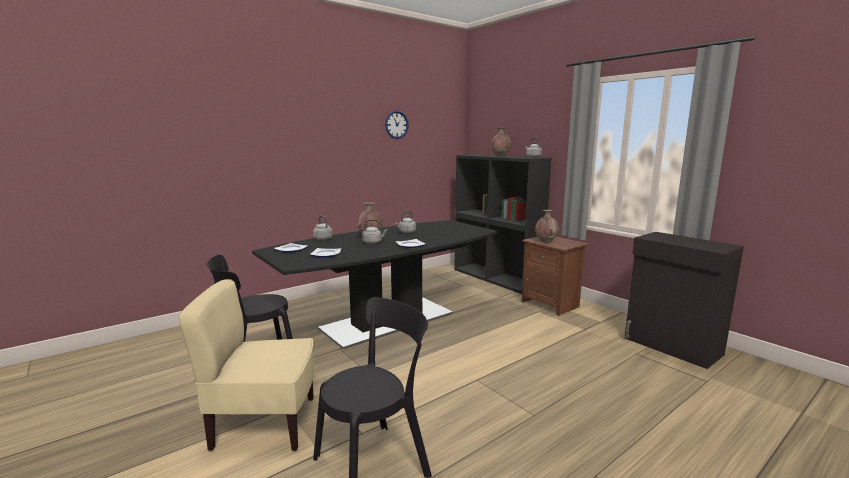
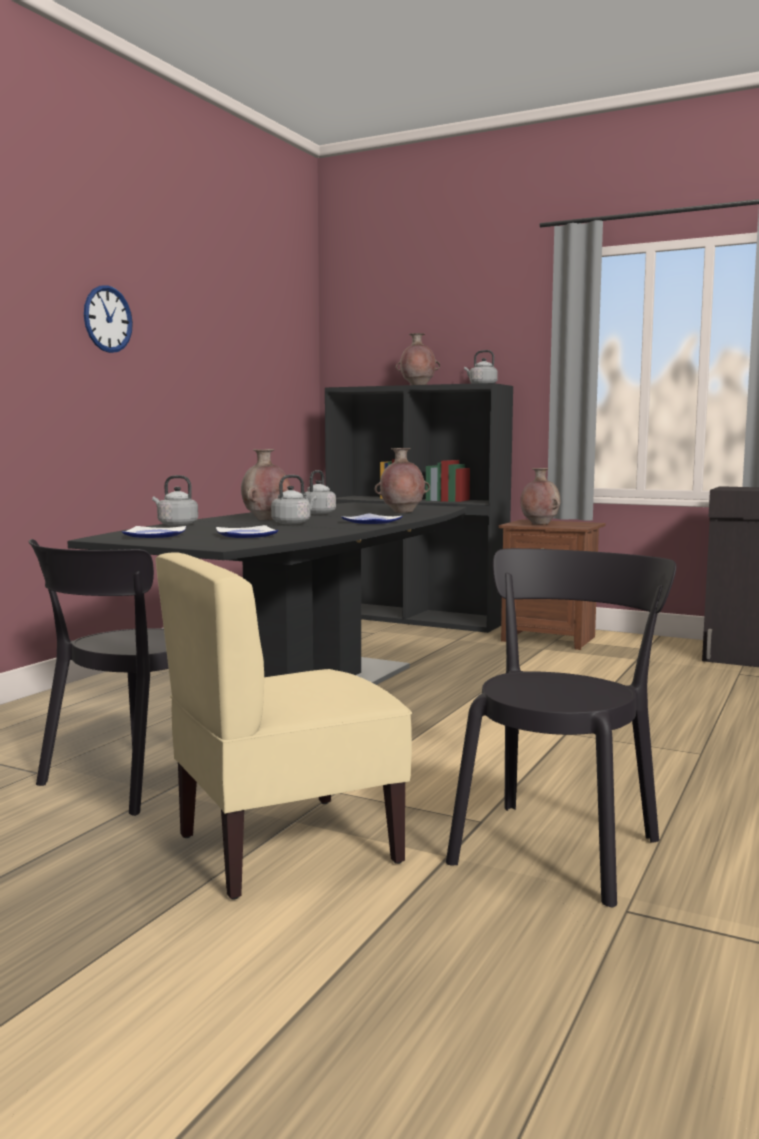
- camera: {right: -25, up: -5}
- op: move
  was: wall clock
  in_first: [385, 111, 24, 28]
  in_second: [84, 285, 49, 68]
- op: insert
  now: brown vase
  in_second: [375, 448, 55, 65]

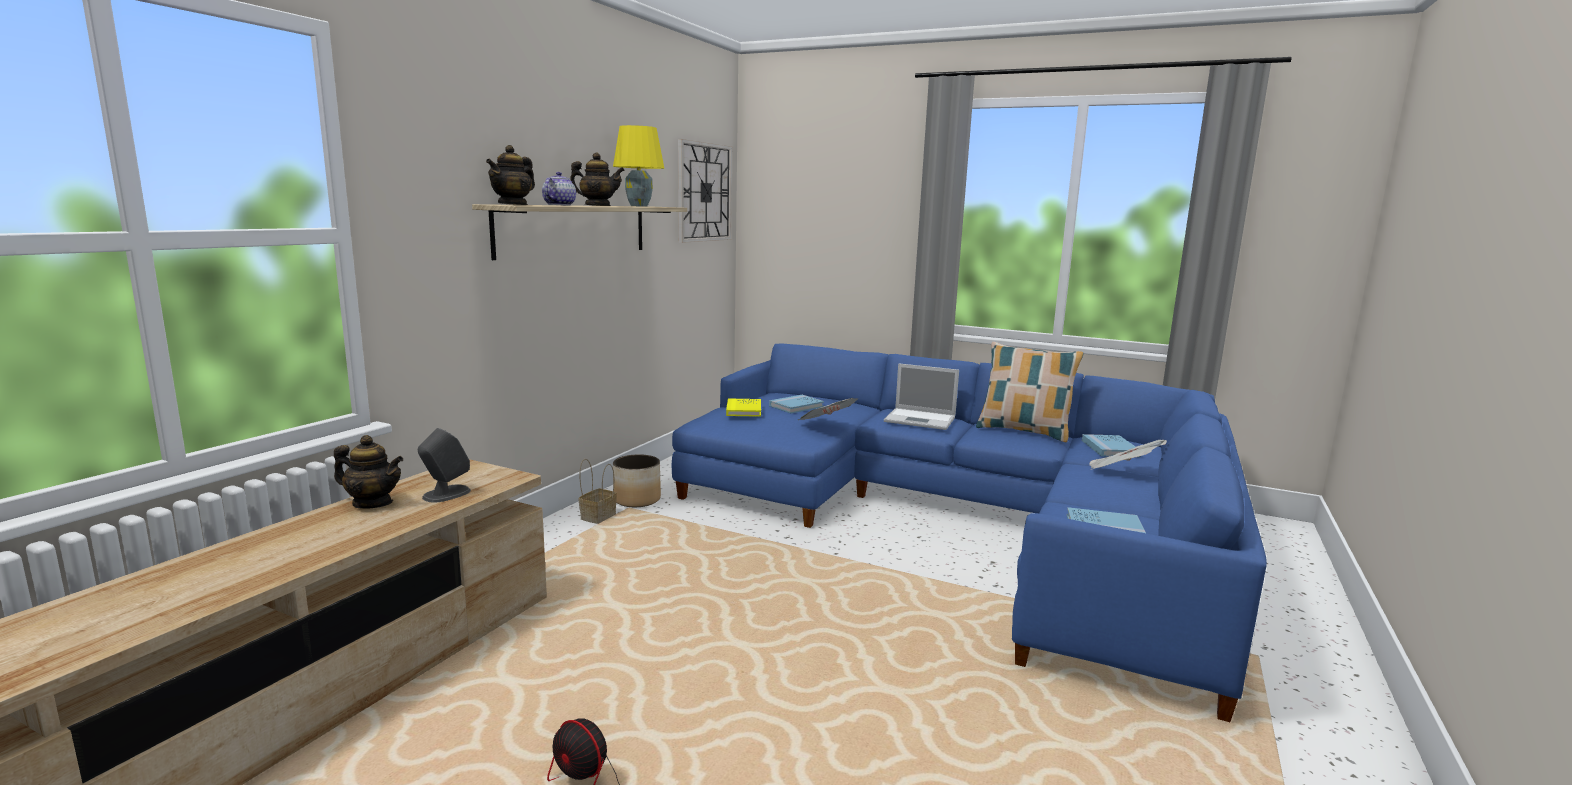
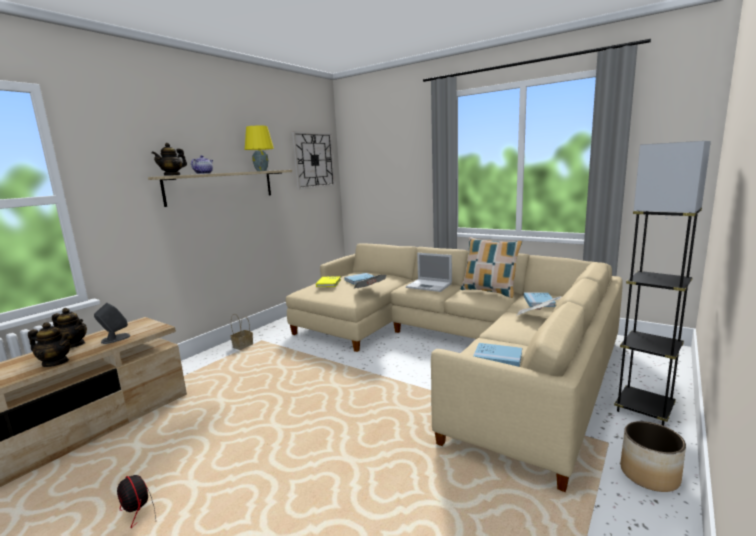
- camera: {right: 10, up: 0}
- op: move
  was: teapot
  in_first: [570, 152, 55, 54]
  in_second: [28, 322, 43, 45]
- op: recolor
  was: blue sofa
  now: beige sofa
  in_first: [672, 344, 595, 378]
  in_second: [286, 243, 336, 249]
- op: insert
  now: grey floor lamp
  in_second: [614, 141, 97, 285]
- op: move
  was: planter
  in_first: [613, 454, 48, 53]
  in_second: [621, 421, 65, 71]

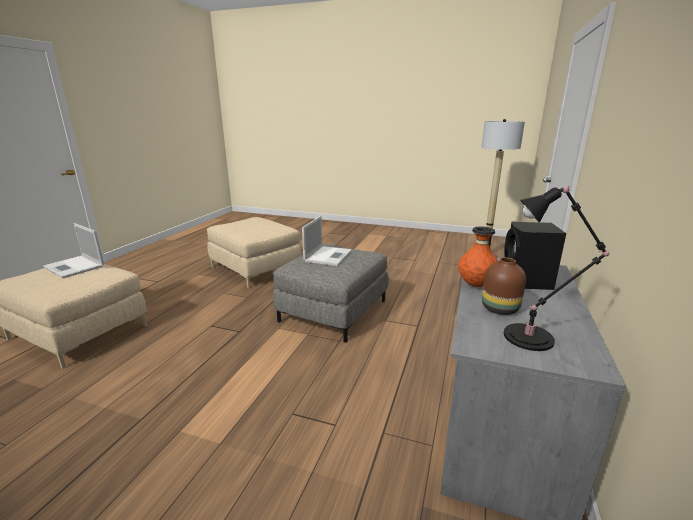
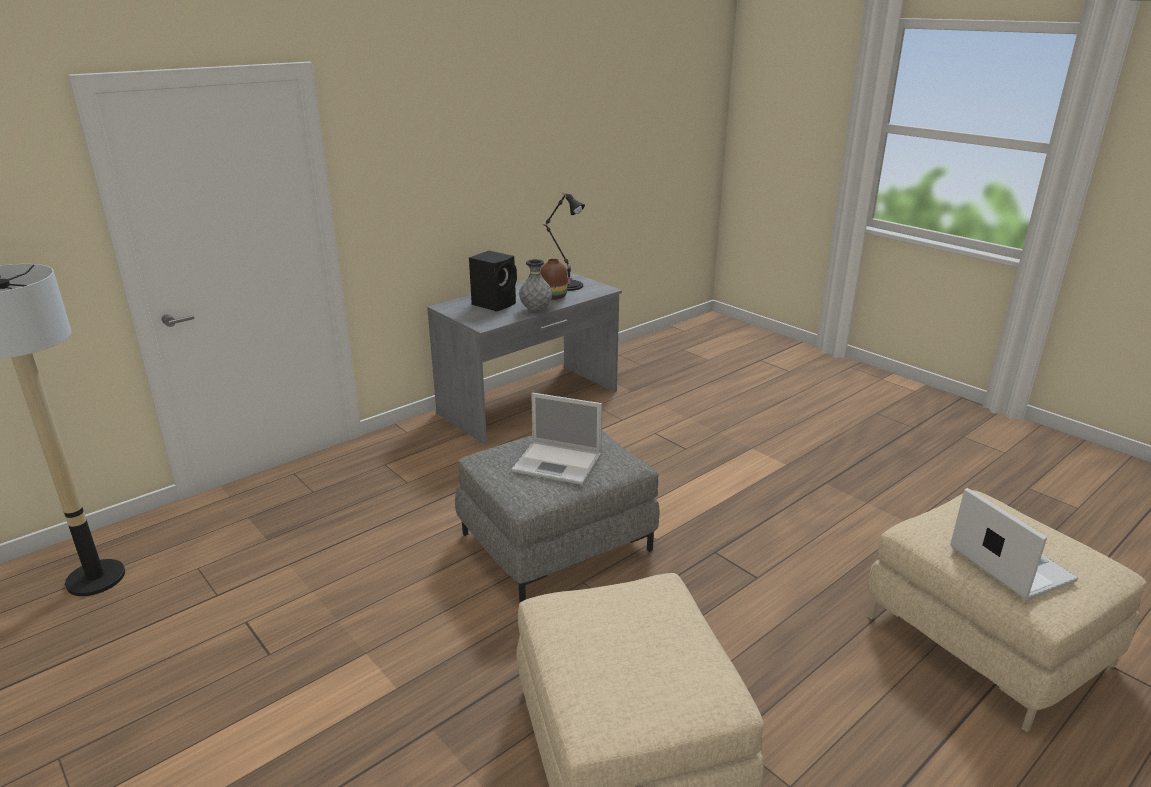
- camera: {right: -150, up: 5}
- op: rotate
  was: laptop
  in_first: [302, 216, 50, 50]
  in_second: [511, 393, 91, 92]
  clockwise: -120
- op: recolor
  was: orange vase
  now: grey vase
  in_first: [459, 226, 39, 61]
  in_second: [519, 259, 33, 52]

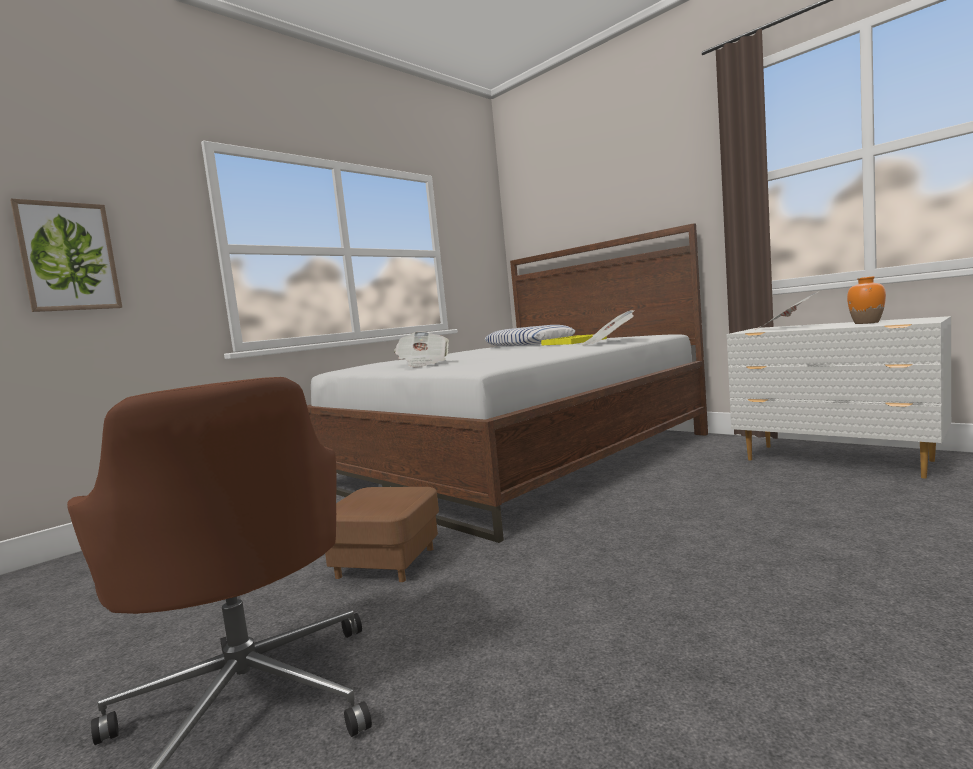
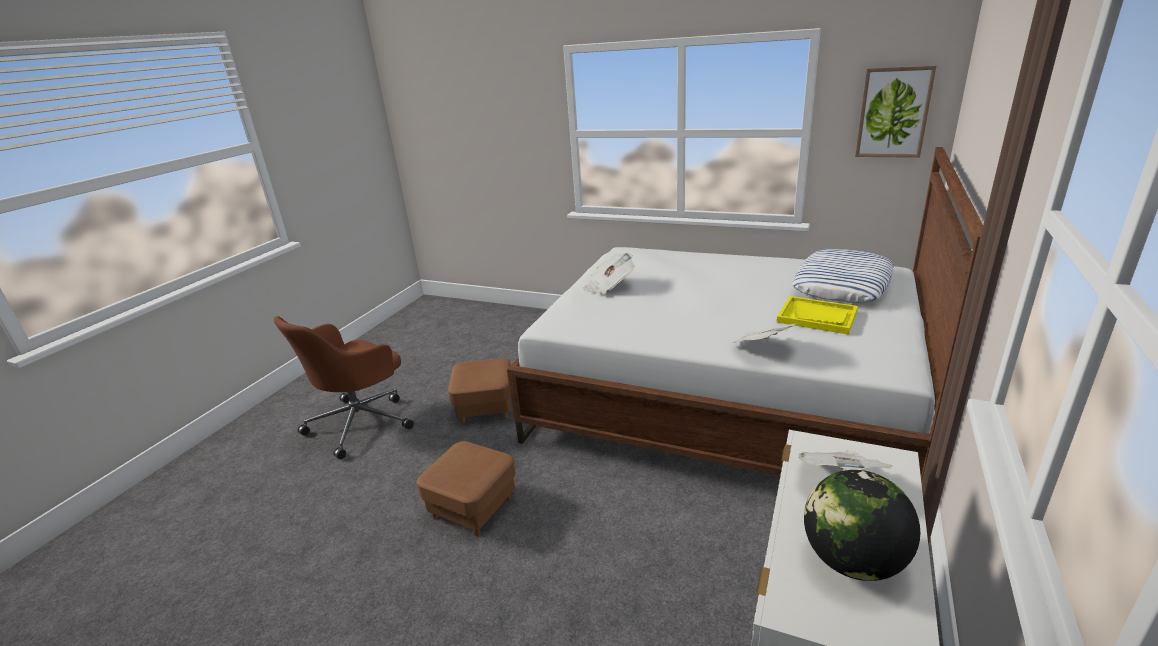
- camera: {right: 70, up: 20}
- op: insert
  now: brown ottoman
  in_second: [417, 441, 98, 95]
- op: replace
  was: orange vase
  now: globe
  in_first: [847, 276, 39, 48]
  in_second: [804, 470, 116, 111]
- op: move
  was: picture
  in_first: [10, 199, 112, 113]
  in_second: [855, 65, 81, 93]

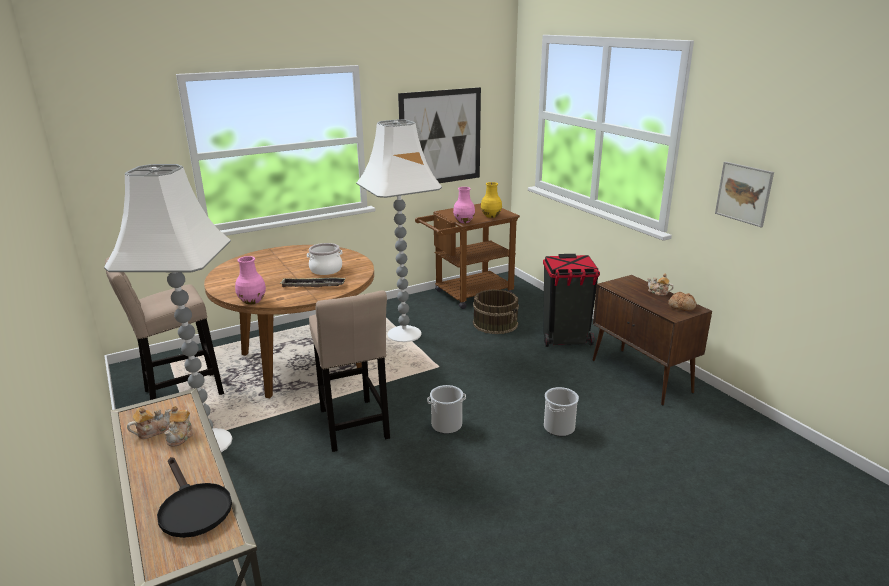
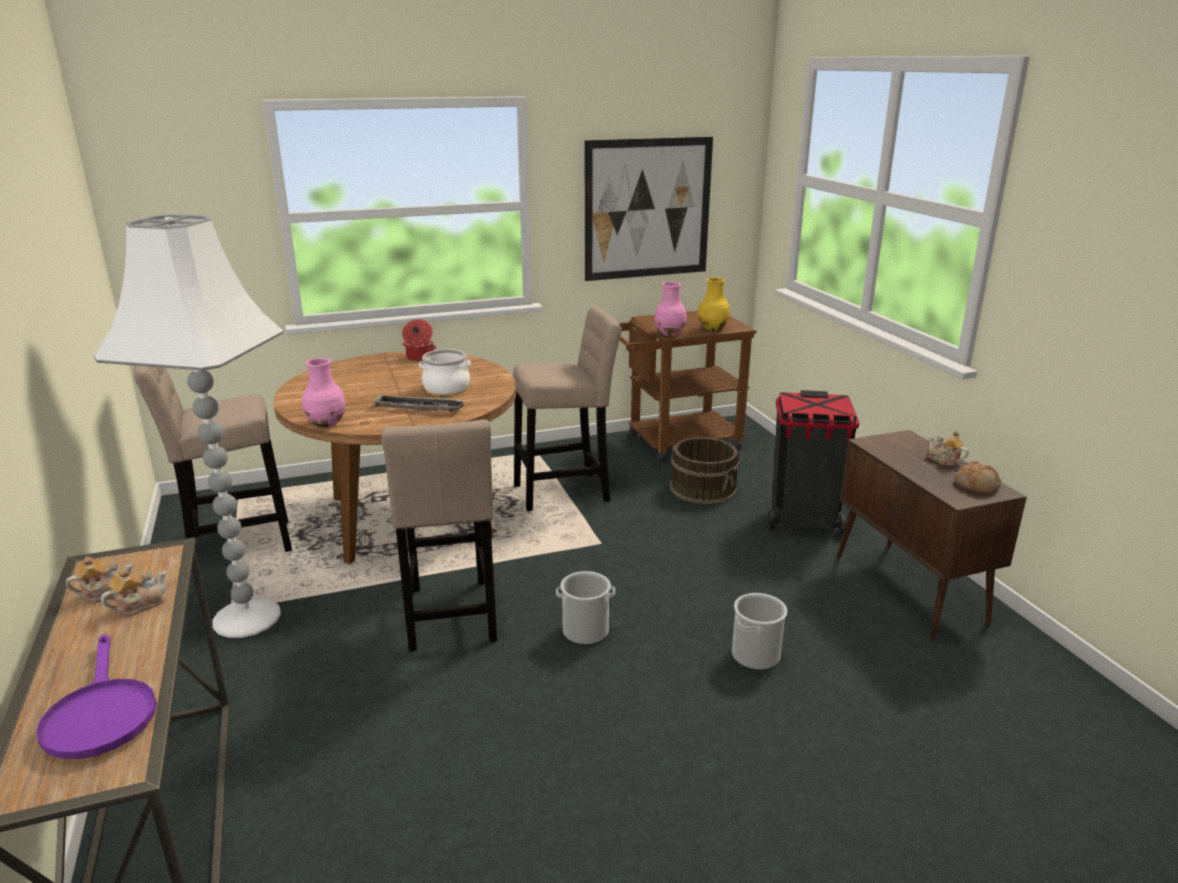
- camera: {right: 10, up: 0}
- op: recolor
  was: black frying pan
  now: purple frying pan
  in_first: [157, 457, 75, 81]
  in_second: [36, 634, 121, 125]
- op: rotate
  was: teapot
  in_first: [164, 406, 29, 41]
  in_second: [101, 569, 66, 48]
  clockwise: -150
- op: insert
  now: cooking pot
  in_second: [402, 319, 35, 42]
- op: replace
  was: white floor lamp
  now: beige stool
  in_first: [356, 119, 86, 223]
  in_second: [513, 306, 109, 205]
- op: delete
  was: picture
  in_first: [715, 161, 59, 66]

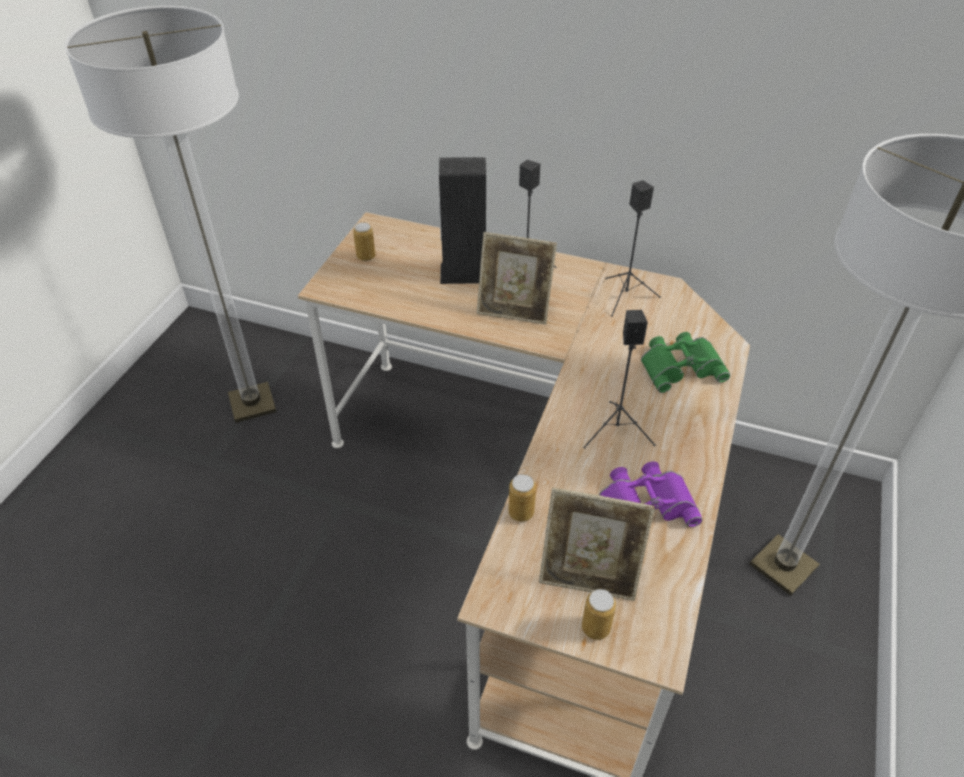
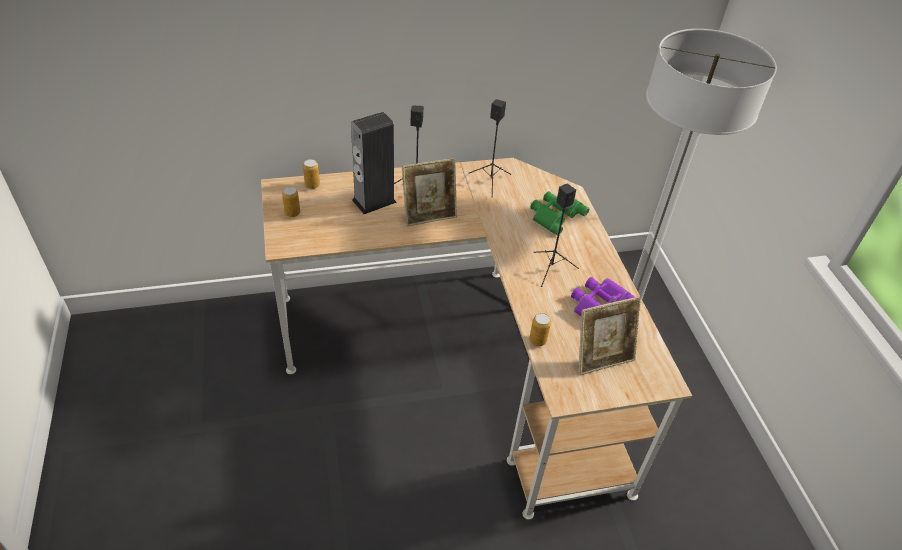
- camera: {right: -35, up: 0}
- op: move
  was: can
  in_first: [582, 589, 34, 51]
  in_second: [303, 159, 17, 30]
- op: delete
  was: floor lamp
  in_first: [65, 6, 212, 417]

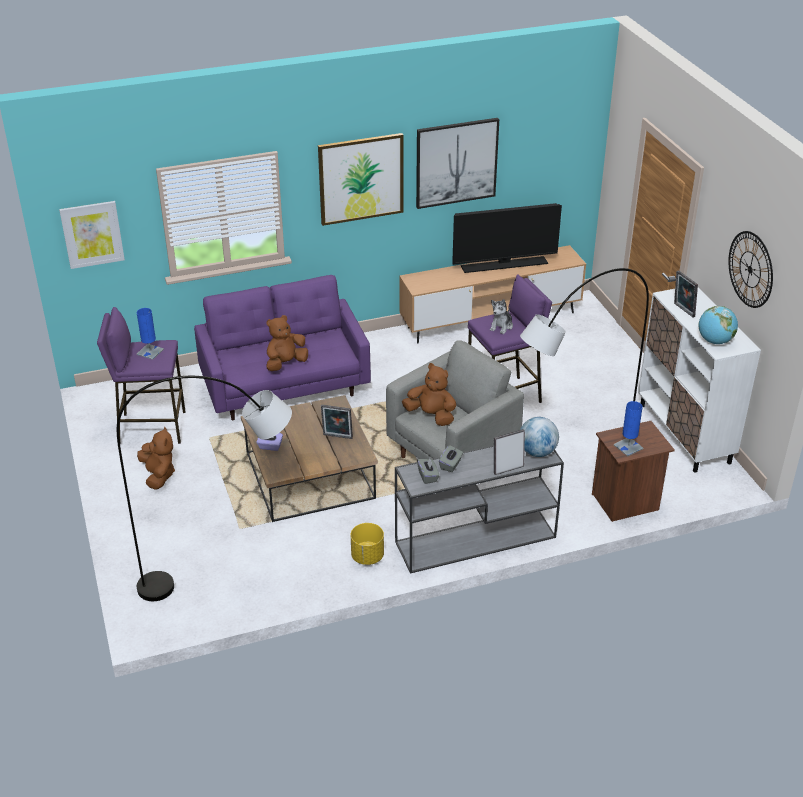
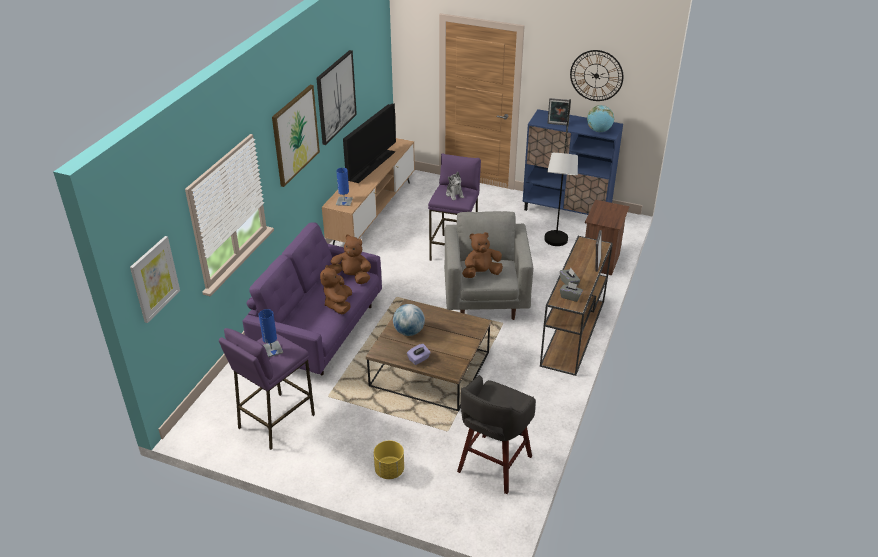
- camera: {right: -50, up: 0}
- op: move
  was: brown plush toy
  in_first: [137, 427, 38, 63]
  in_second: [328, 234, 43, 50]
- op: move
  was: blue table lamp
  in_first: [614, 401, 29, 55]
  in_second: [336, 168, 17, 38]
- op: move
  was: yellow planter
  in_first: [351, 523, 33, 42]
  in_second: [374, 441, 30, 38]
- op: move
  was: globe
  in_first: [520, 417, 39, 40]
  in_second: [393, 304, 32, 32]
- op: replace
  was: grey floor lamp
  now: grey stool
  in_first: [117, 376, 175, 225]
  in_second: [457, 375, 79, 119]
- op: recolor
  was: white cabinet
  now: blue cabinet
  in_first: [638, 288, 123, 184]
  in_second: [523, 109, 100, 106]
- op: recolor
  was: grey console table
  now: brown console table
  in_first: [395, 445, 169, 129]
  in_second: [540, 236, 73, 140]
- op: delete
  was: picture frame
  in_first: [321, 405, 32, 34]

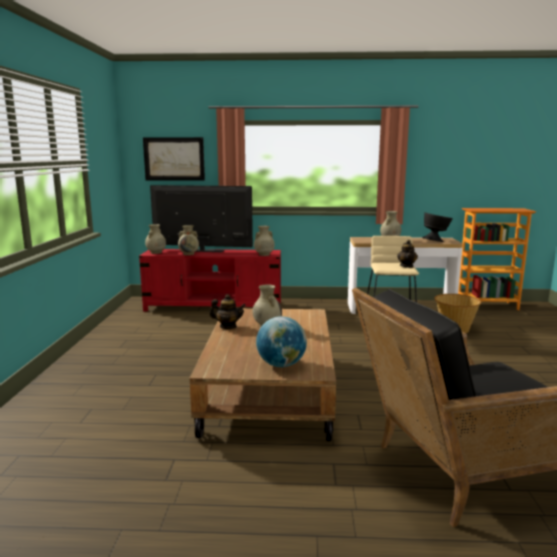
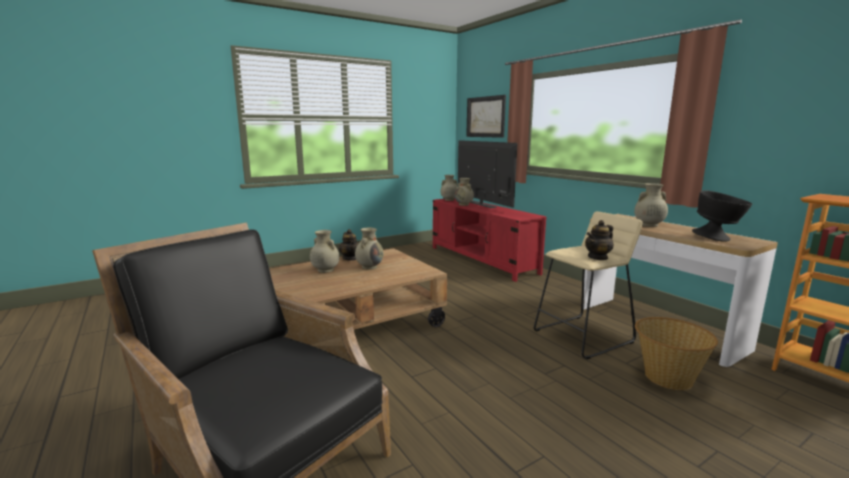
- camera: {right: 55, up: 0}
- op: move
  was: beige vase
  in_first: [254, 226, 21, 30]
  in_second: [310, 230, 30, 43]
- op: delete
  was: globe
  in_first: [256, 316, 51, 51]

